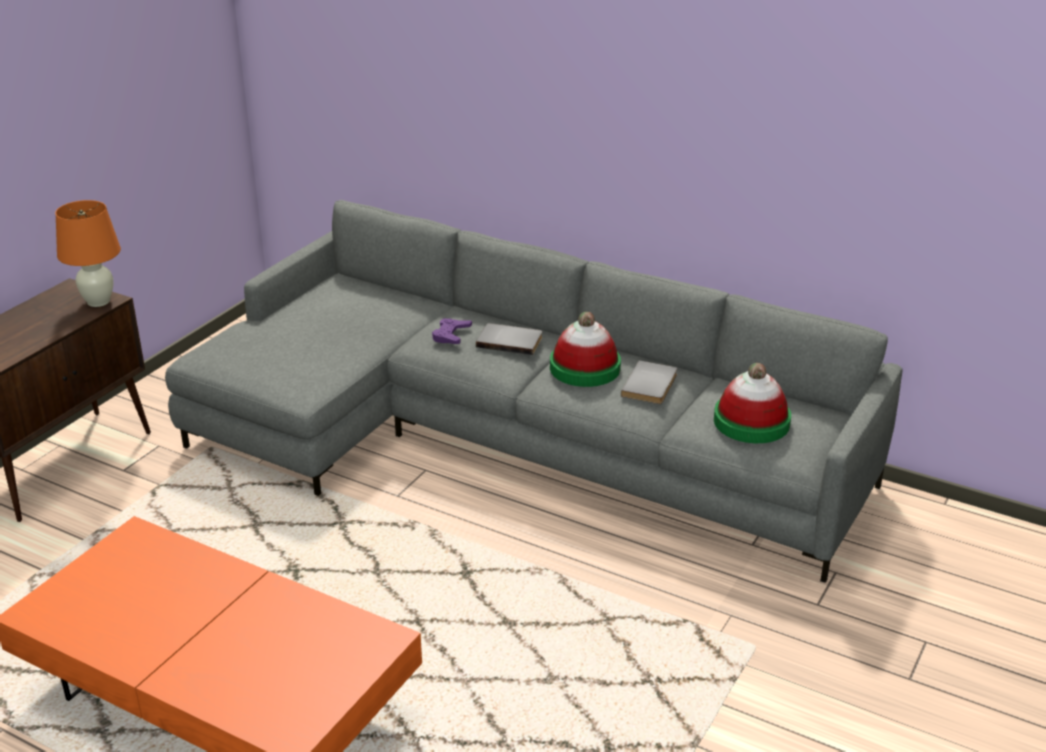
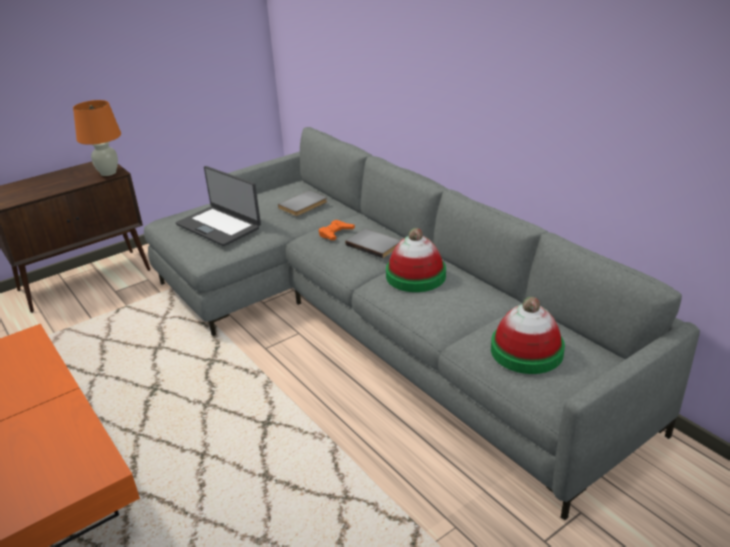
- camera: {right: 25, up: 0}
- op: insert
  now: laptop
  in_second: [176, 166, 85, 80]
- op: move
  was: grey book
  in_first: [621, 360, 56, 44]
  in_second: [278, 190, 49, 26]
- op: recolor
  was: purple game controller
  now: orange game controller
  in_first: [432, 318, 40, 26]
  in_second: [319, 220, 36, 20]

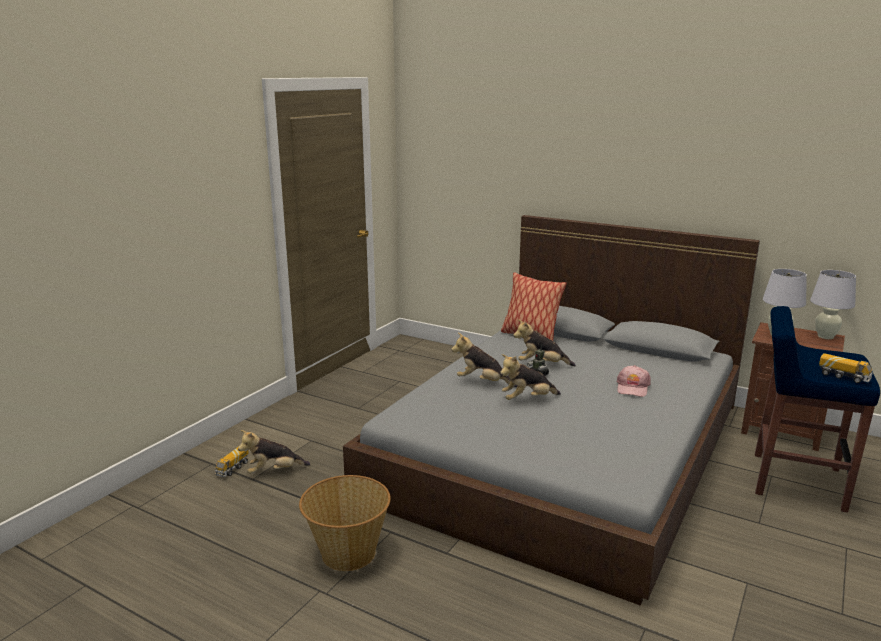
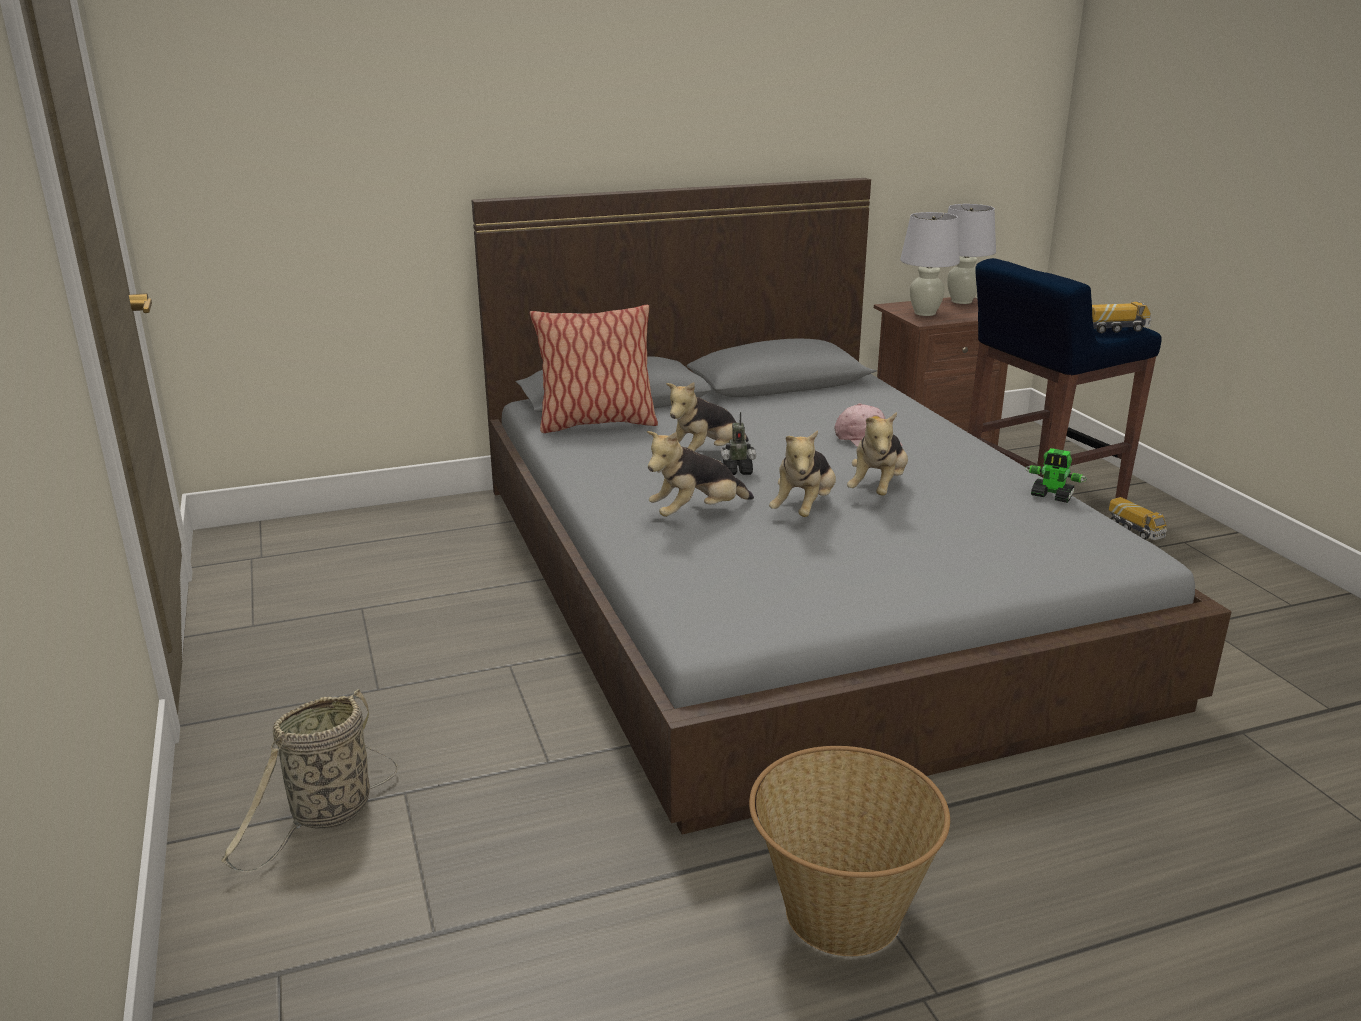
- camera: {right: -50, up: 5}
- op: insert
  now: basket
  in_second: [221, 689, 177, 183]
- op: move
  was: plush toy
  in_first: [238, 430, 72, 44]
  in_second: [847, 412, 61, 84]
- op: insert
  now: toy robot
  in_second: [1025, 448, 62, 55]
- op: move
  was: toy truck
  in_first: [215, 447, 34, 30]
  in_second: [1109, 497, 58, 43]

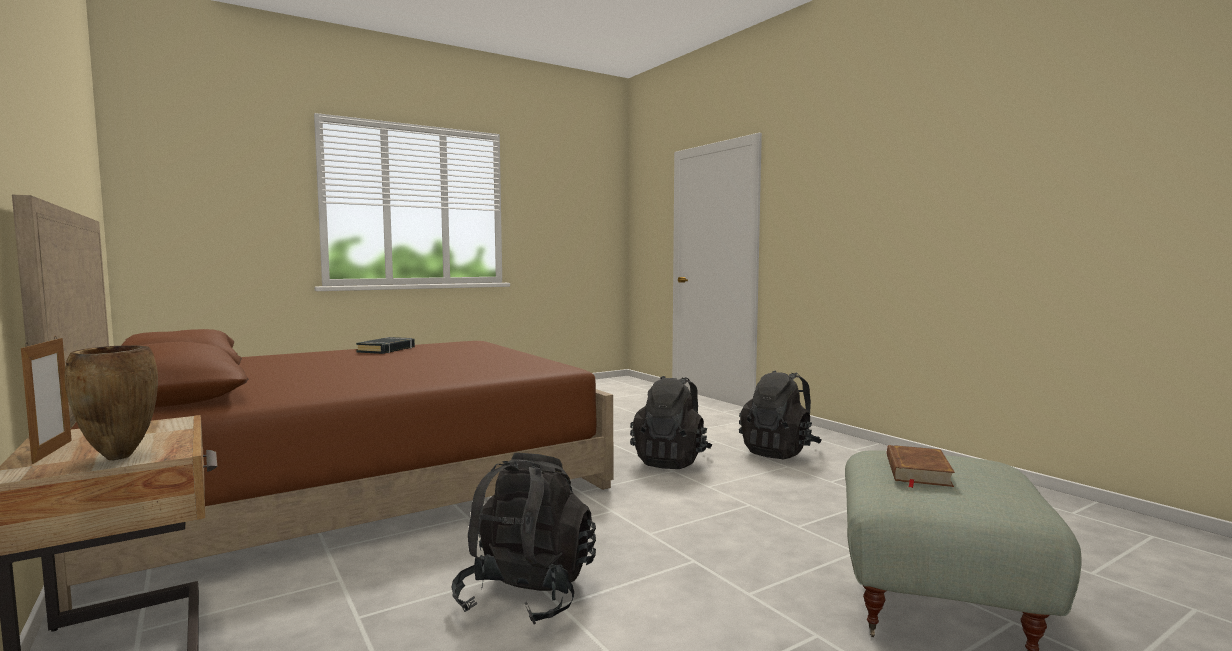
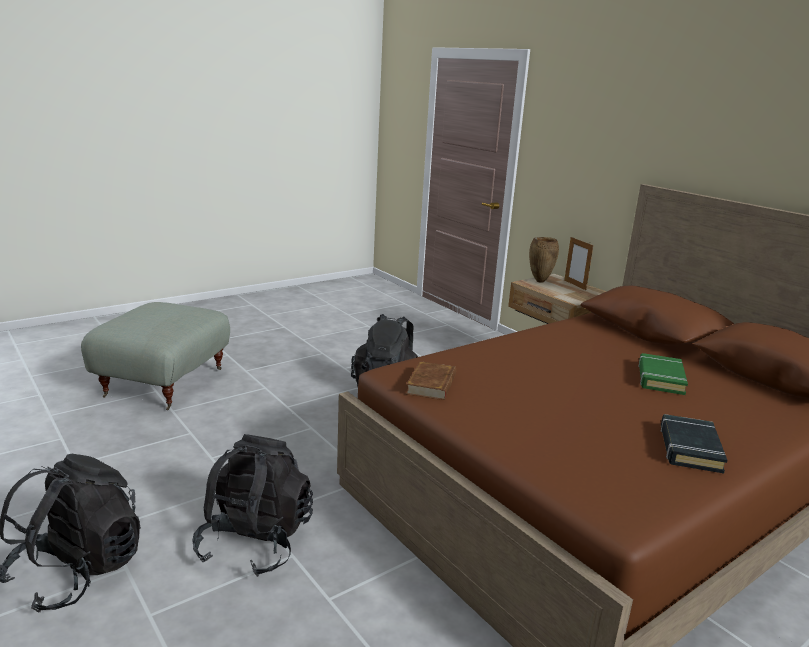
- camera: {right: 175, up: 15}
- op: move
  was: brown book
  in_first: [887, 445, 68, 43]
  in_second: [406, 361, 50, 39]
- op: insert
  now: green book
  in_second: [638, 353, 50, 42]

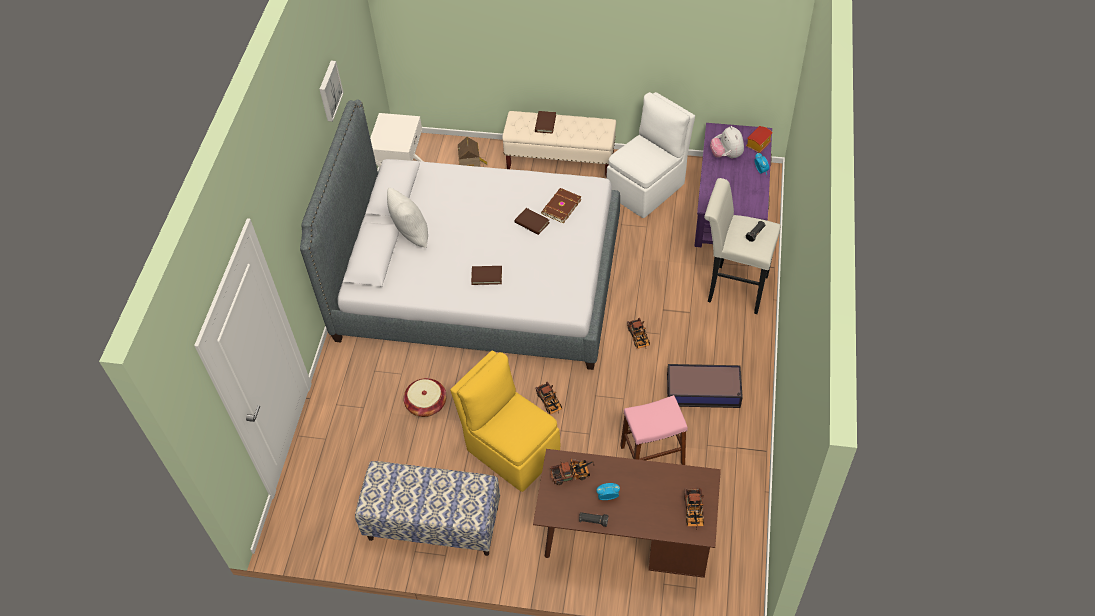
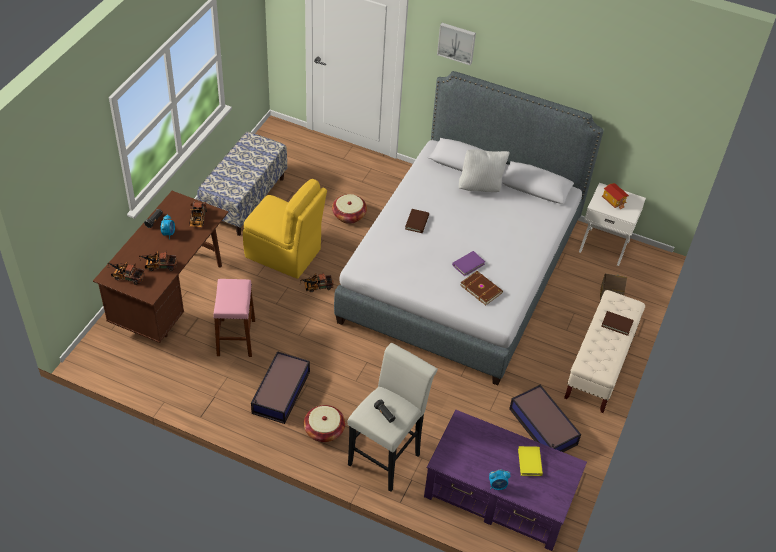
- camera: {right: 100, up: -5}
- op: move
  was: toy truck
  in_first: [627, 318, 23, 31]
  in_second: [139, 250, 38, 21]
- op: rotate
  was: yellow chair
  in_first: [450, 350, 110, 142]
  in_second: [243, 179, 84, 100]
  clockwise: 60
- op: insert
  now: basket
  in_second: [304, 405, 41, 37]
- op: move
  was: picture
  in_first: [319, 61, 25, 61]
  in_second: [437, 23, 39, 42]
- op: recolor
  was: brown book
  now: purple book
  in_first: [515, 208, 35, 27]
  in_second: [452, 251, 33, 25]
- op: replace
  was: white chair
  now: storage box
  in_first: [606, 92, 89, 126]
  in_second: [509, 385, 72, 67]
- op: replace
  was: plush toy
  now: yellow book
  in_first: [710, 126, 34, 33]
  in_second: [518, 446, 25, 30]
- op: move
  was: toy house
  in_first: [746, 126, 27, 27]
  in_second: [602, 183, 27, 27]

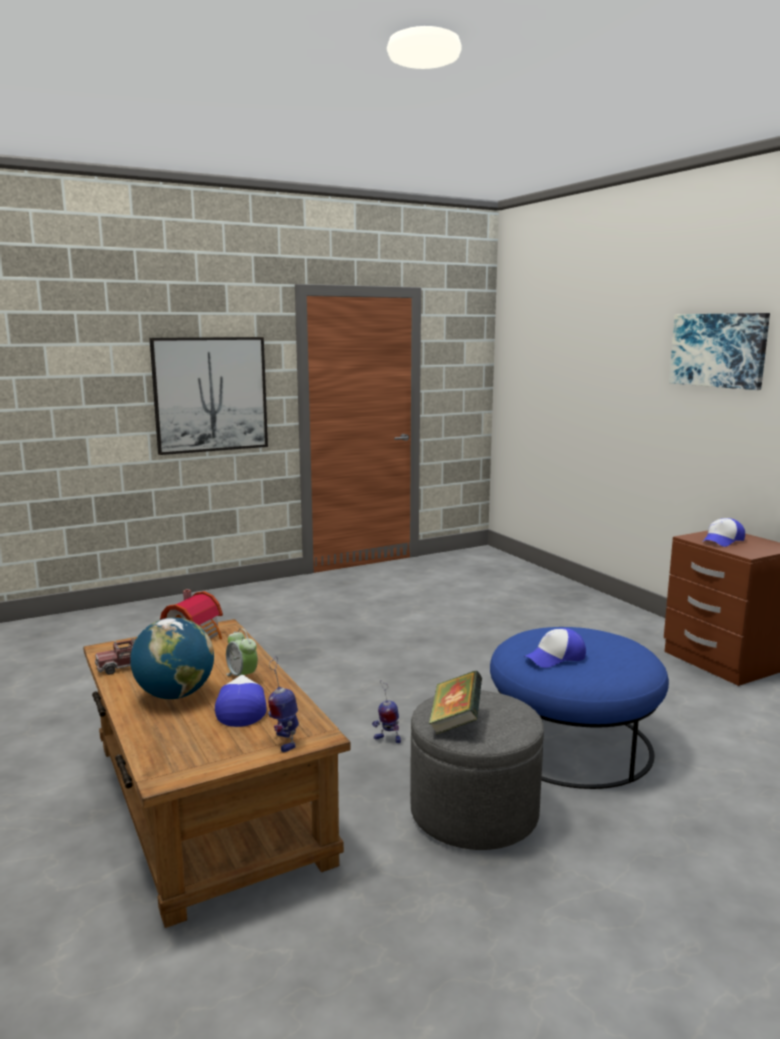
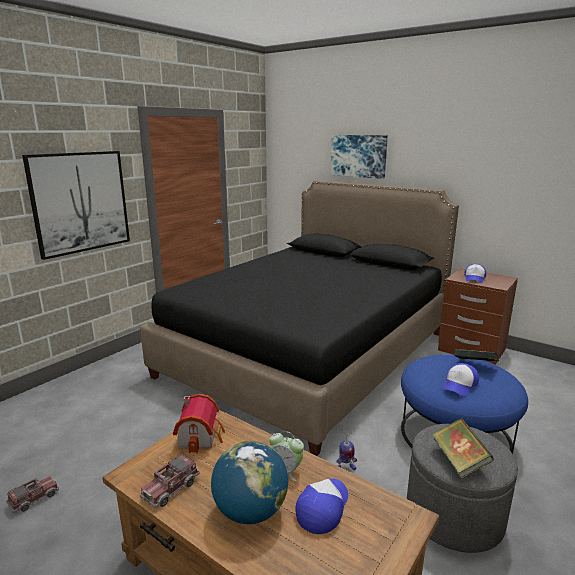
- camera: {right: -25, up: 5}
- op: insert
  now: toy truck
  in_second: [6, 476, 53, 36]
- op: insert
  now: black bed
  in_second: [140, 180, 319, 276]
- op: rotate
  was: cap
  in_first: [215, 675, 51, 52]
  in_second: [296, 479, 52, 55]
  clockwise: 60
- op: move
  was: picture
  in_first: [669, 313, 101, 77]
  in_second: [331, 135, 57, 44]
- op: insert
  now: book
  in_second: [454, 349, 45, 12]
- op: delete
  was: toy robot
  in_first: [268, 656, 31, 96]

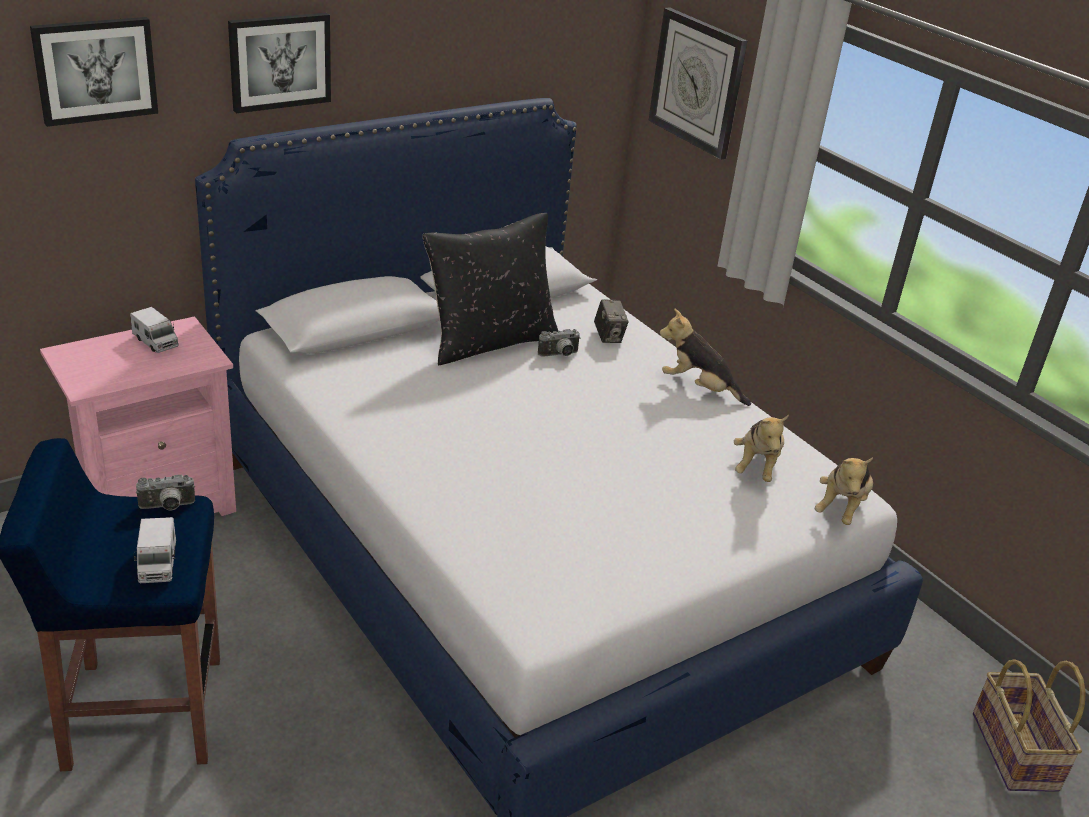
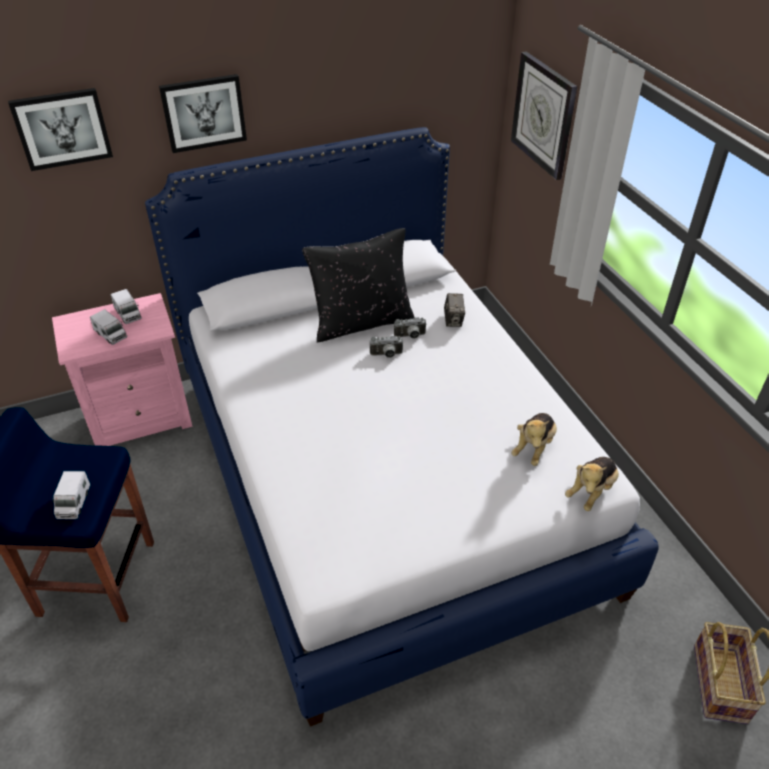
- camera: {right: 15, up: 10}
- op: insert
  now: toy truck
  in_second: [90, 309, 37, 36]
- op: move
  was: photo camera
  in_first: [136, 475, 59, 36]
  in_second: [369, 336, 35, 22]
- op: delete
  was: plush toy
  in_first: [659, 308, 92, 98]

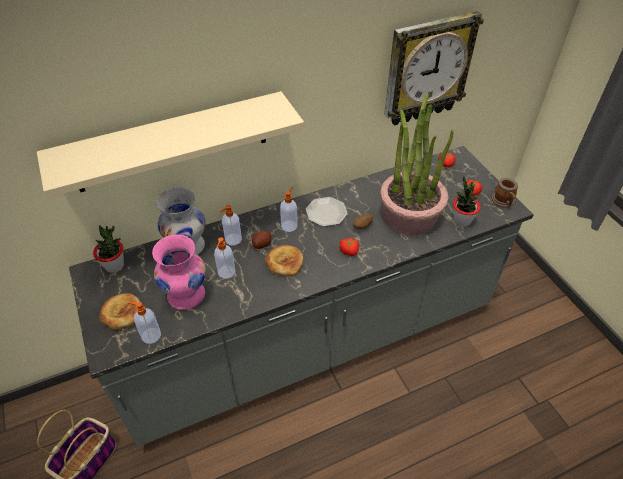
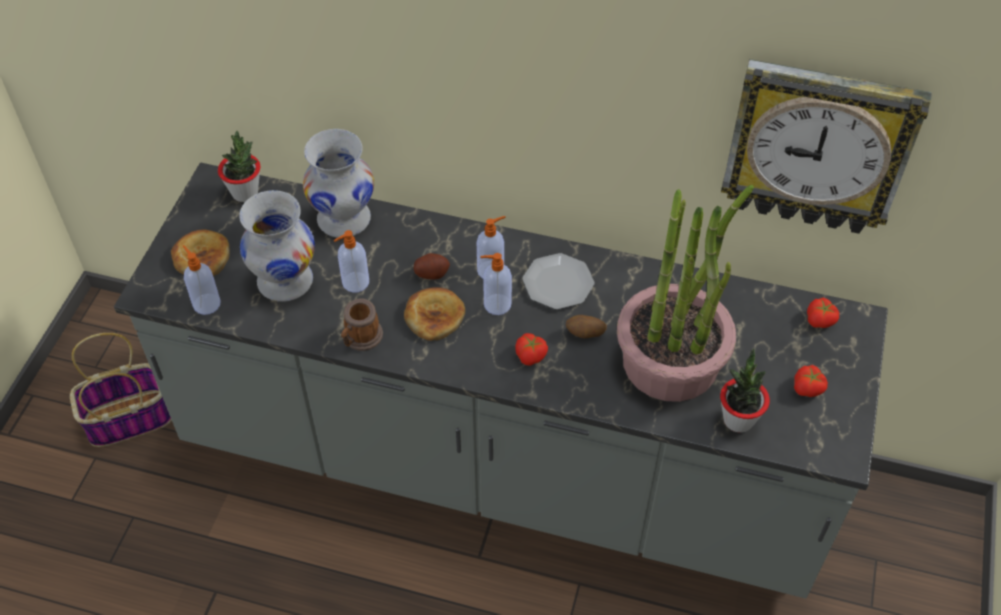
- camera: {right: 40, up: 5}
- op: recolor
  was: pink vase
  now: white vase
  in_first: [152, 234, 54, 76]
  in_second: [239, 190, 76, 112]
- op: move
  was: mug
  in_first: [491, 178, 27, 30]
  in_second: [341, 299, 42, 52]
- op: move
  was: soap dispenser
  in_first: [220, 205, 22, 41]
  in_second: [480, 253, 32, 62]
- op: delete
  was: beige shelf
  in_first: [37, 91, 267, 107]

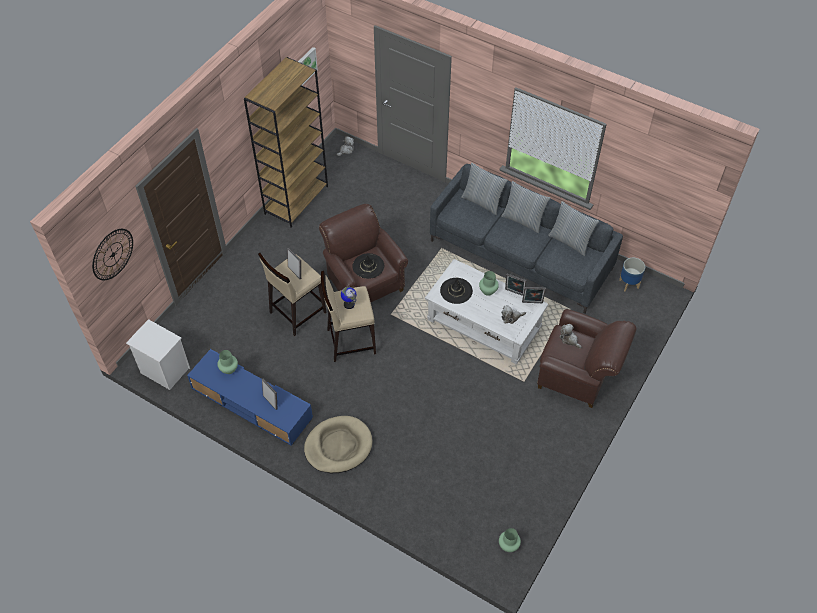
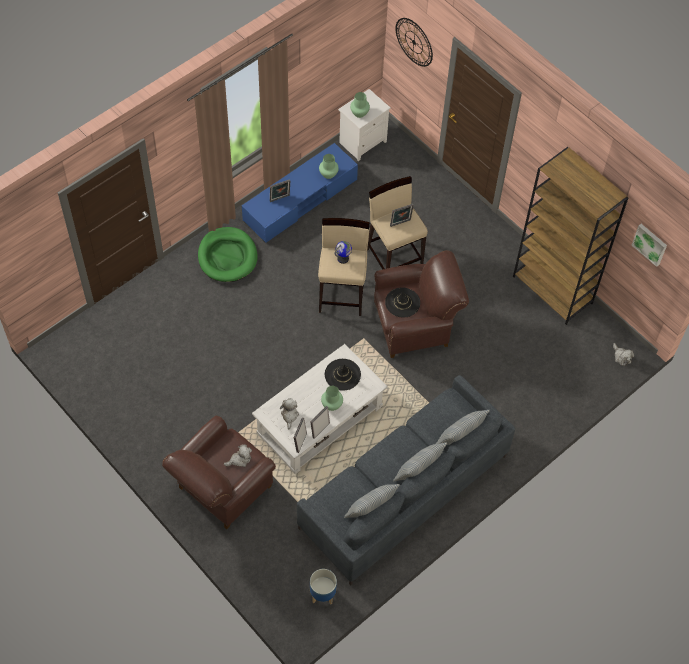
- camera: {right: 105, up: 5}
- op: recolor
  was: beige dog bed
  now: green dog bed
  in_first: [304, 416, 68, 57]
  in_second: [198, 227, 59, 55]
- op: move
  was: green vase
  in_first: [499, 528, 22, 24]
  in_second: [350, 92, 20, 26]

